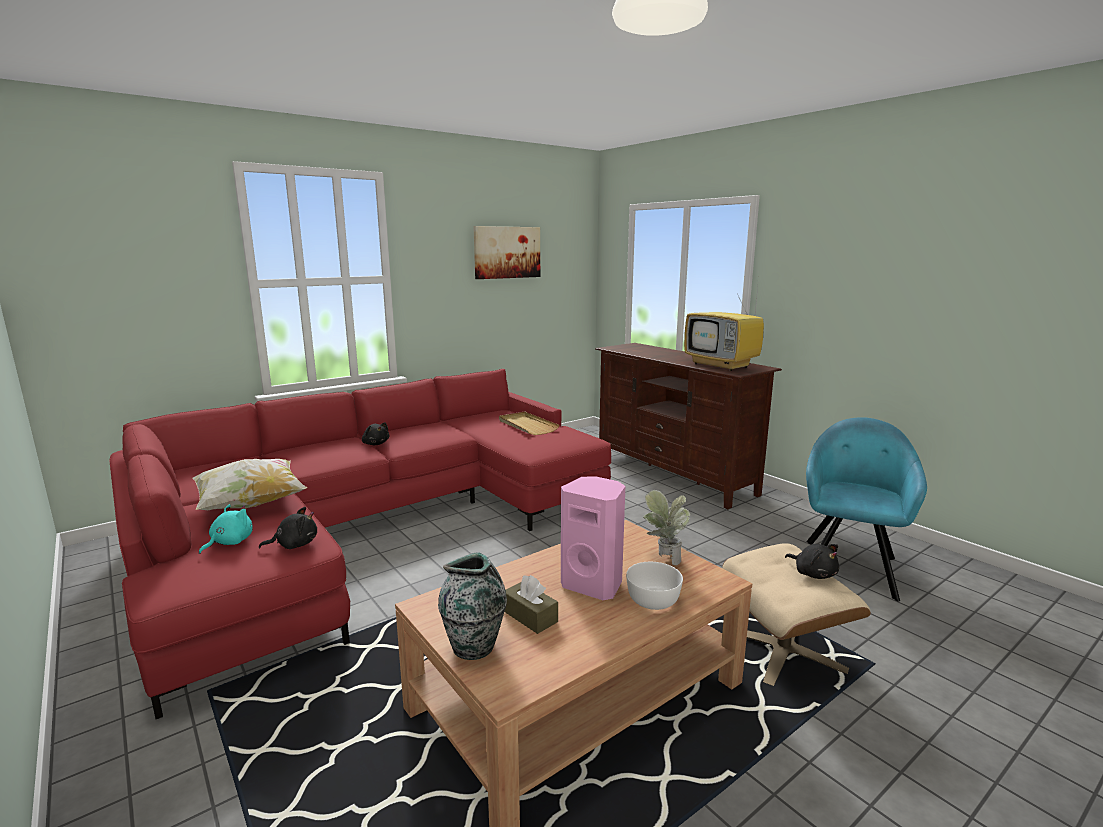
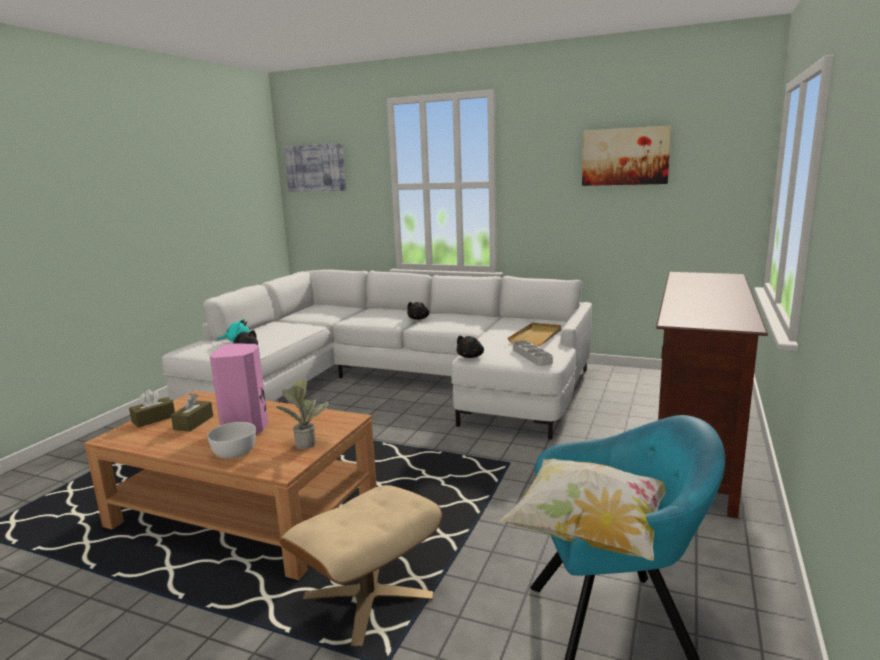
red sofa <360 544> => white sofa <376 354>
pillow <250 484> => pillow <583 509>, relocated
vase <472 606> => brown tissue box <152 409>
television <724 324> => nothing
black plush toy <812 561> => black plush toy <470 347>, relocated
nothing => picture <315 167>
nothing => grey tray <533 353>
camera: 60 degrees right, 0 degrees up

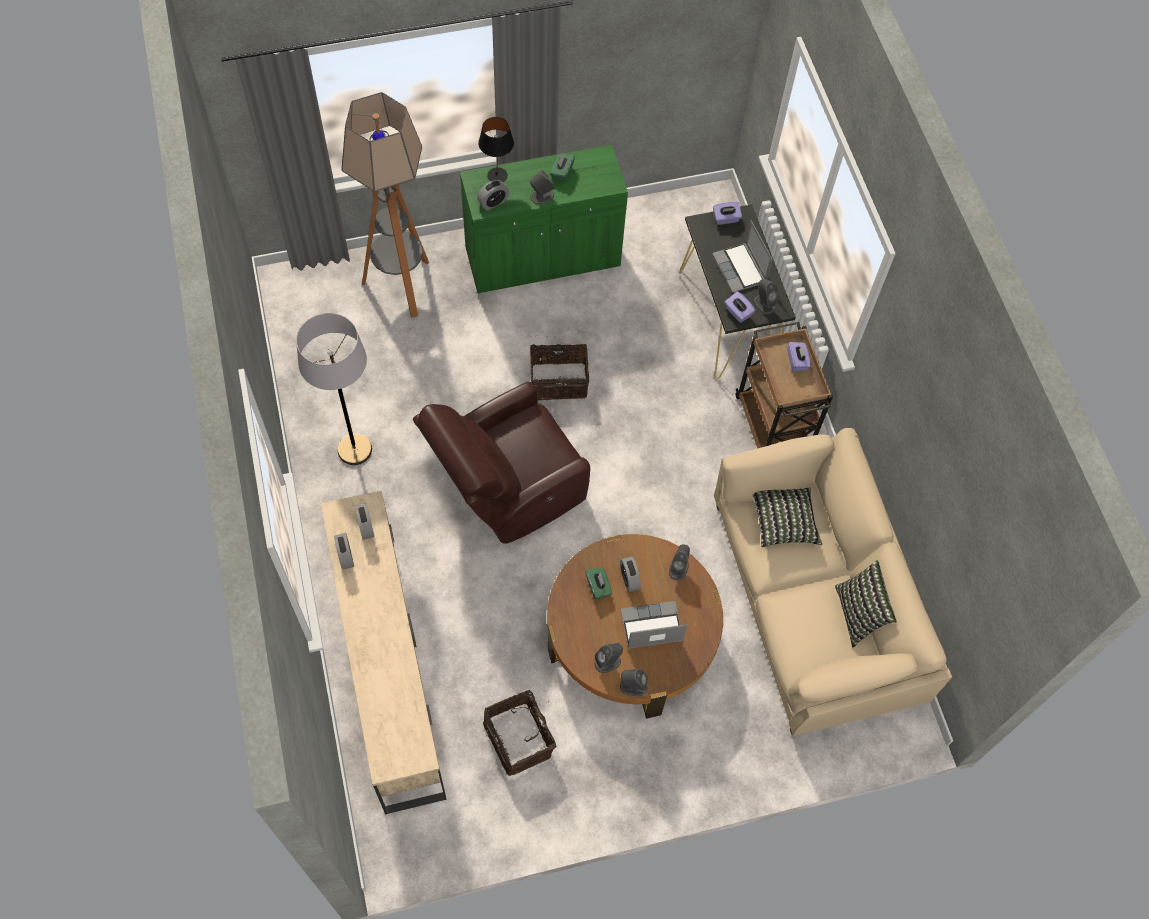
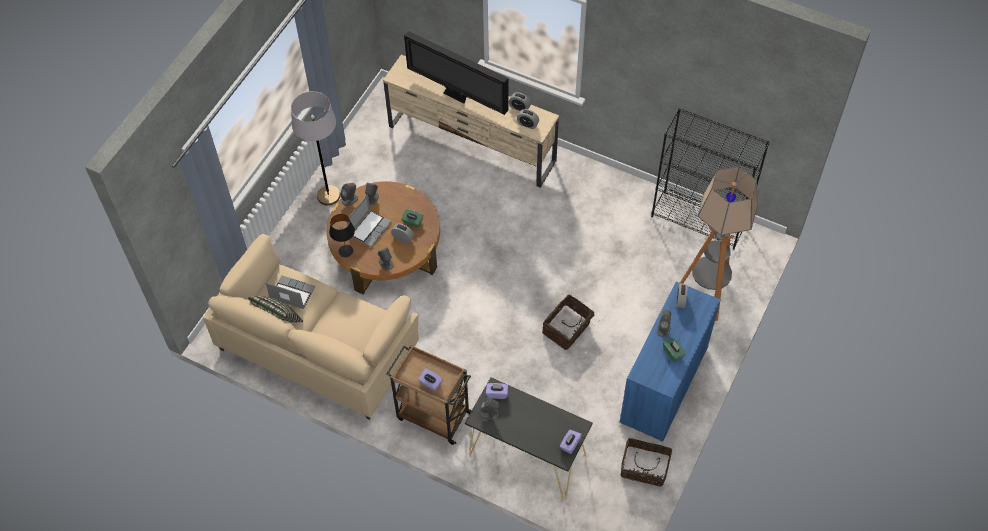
grey floor lamp <334 389> => grey floor lamp <315 148>, relocated
brown armchair <501 463> => nothing
green cabinet <544 219> => blue cabinet <670 361>
black table lamp <496 149> => black table lamp <342 235>, relocated
basket <520 733> => basket <646 463>, relocated
laptop <742 256> => laptop <290 292>, relocated
pillow <787 517> => nothing
nothing => television <456 73>
nothing => black bookcase <710 179>
camera: 135 degrees right, 5 degrees down

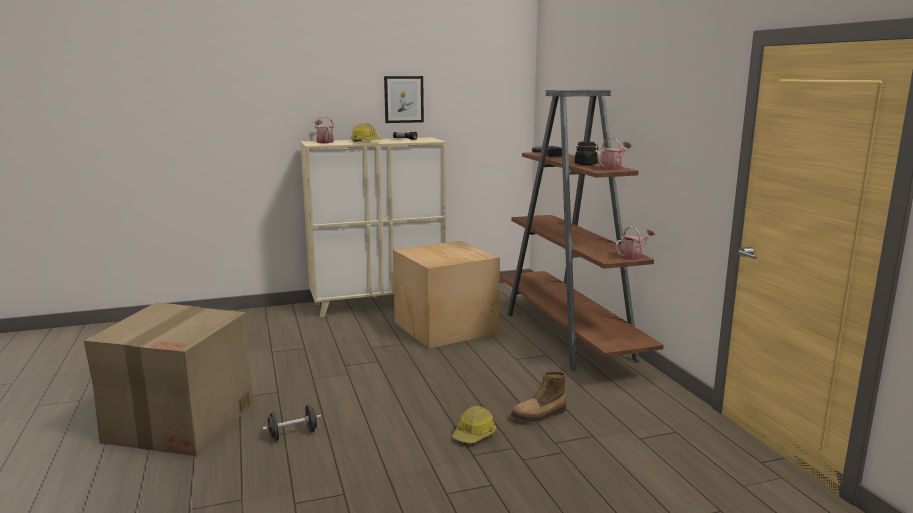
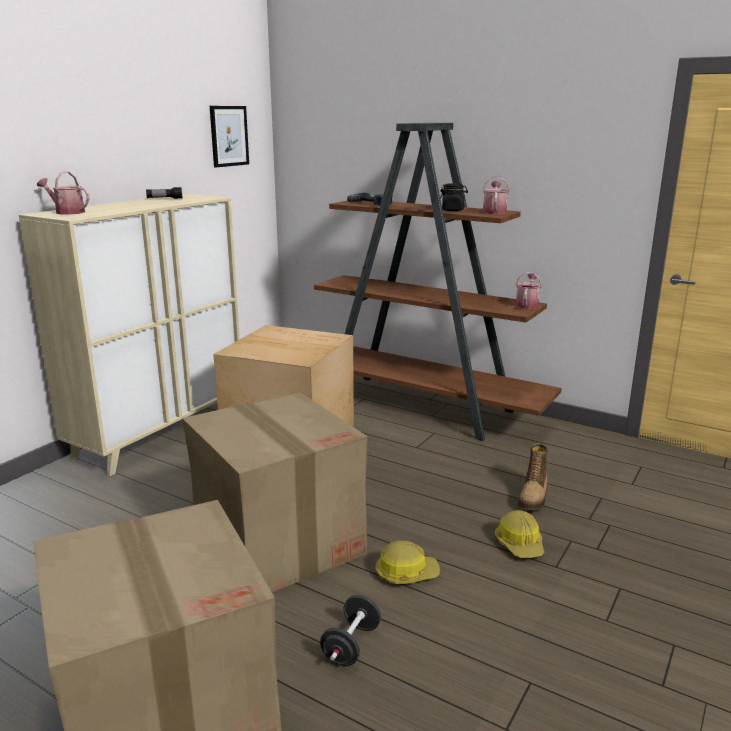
hard hat <366 132> => hard hat <407 562>, relocated
picture <404 99> => picture <229 136>, relocated
nothing => cardboard box <275 492>
camera: 40 degrees left, 5 degrees up

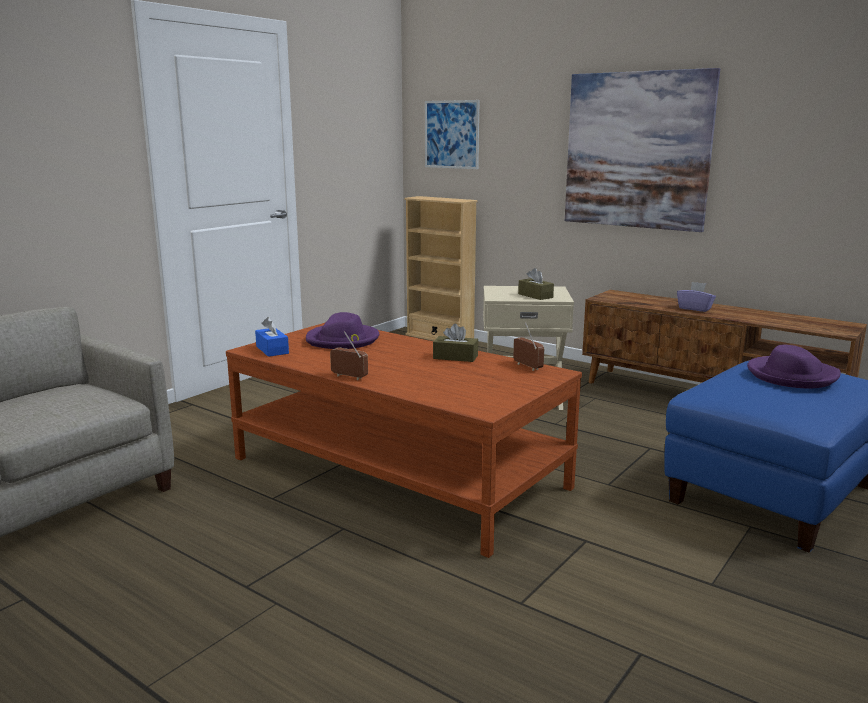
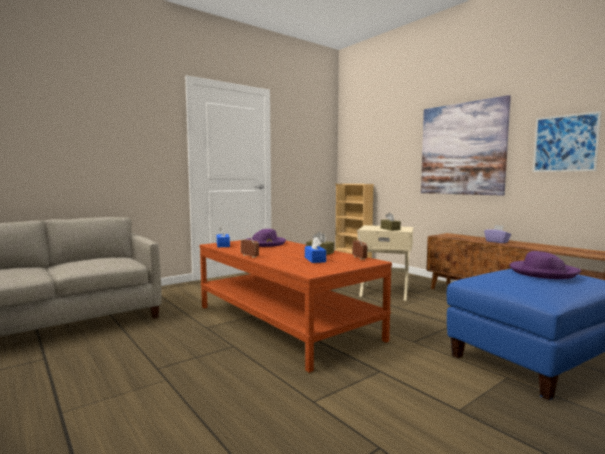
picture <452 134> => picture <567 141>, relocated
nothing => blue tissue box <315 250>
camera: 15 degrees right, 10 degrees down

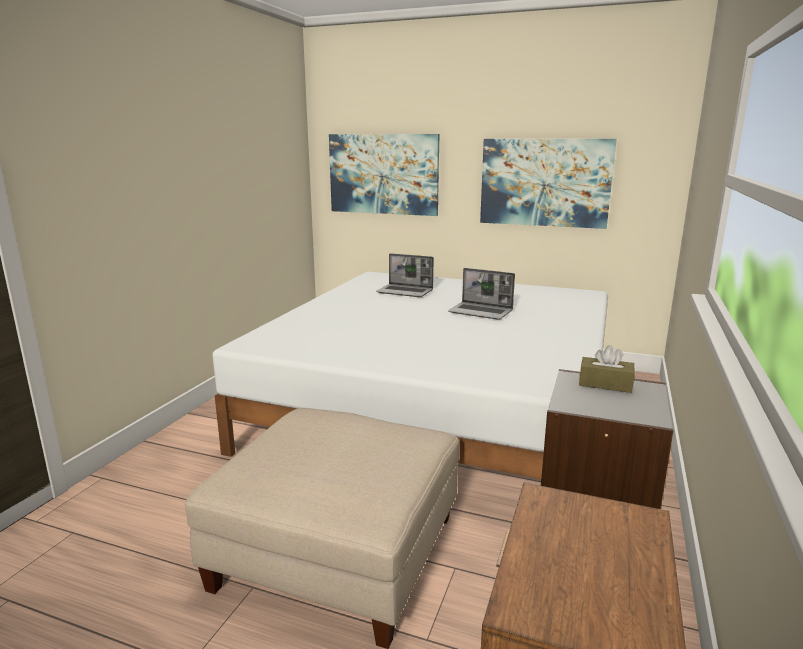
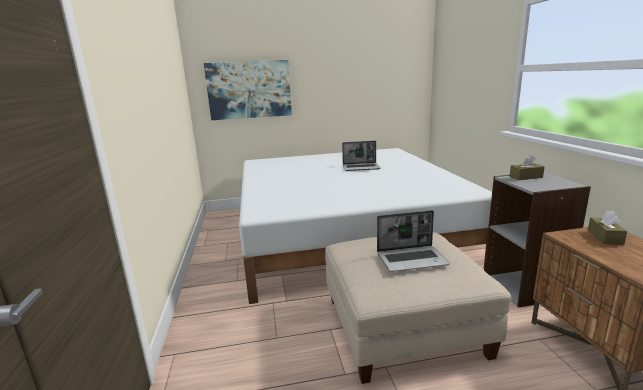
laptop <405 275> => laptop <413 241>, relocated
picture <548 184> => nothing
nothing => brown tissue box <607 228>
camera: 30 degrees left, 0 degrees up

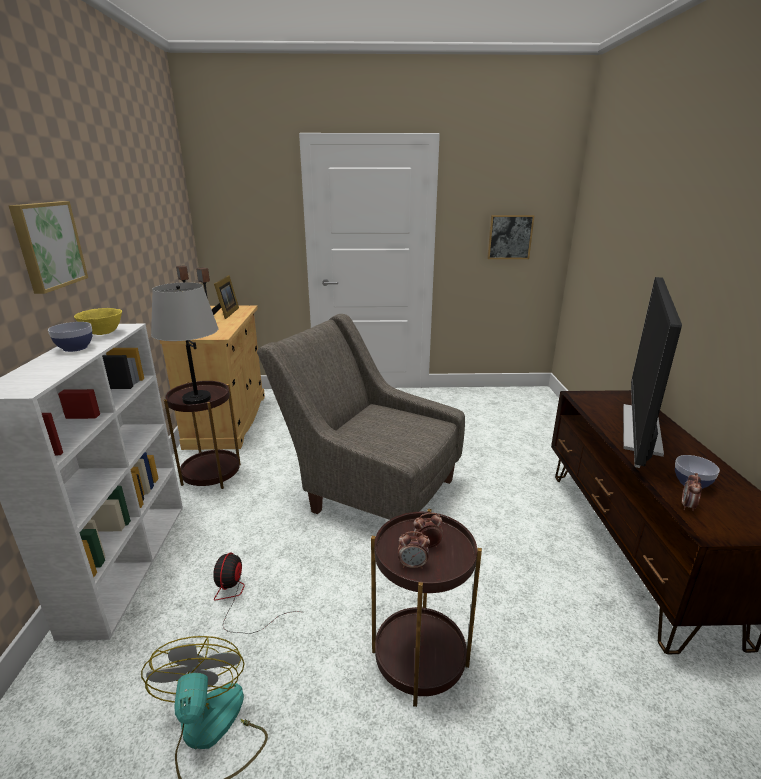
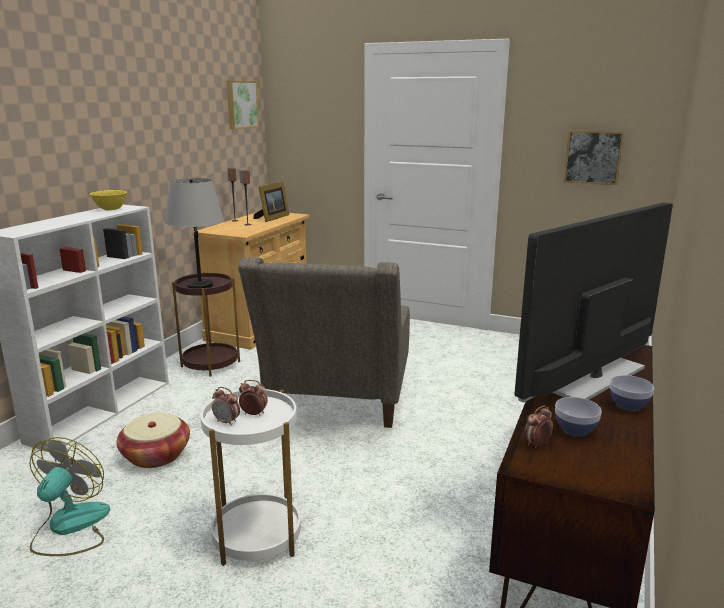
picture <48 247> => picture <242 104>, relocated
bowl <70 337> => bowl <632 393>, relocated
fan <255 593> => basket <153 440>
grey armchair <361 417> => grey armchair <324 342>, 135 degrees counterclockwise
brown side table <426 608> => white side table <250 477>
camera: 25 degrees right, 5 degrees down

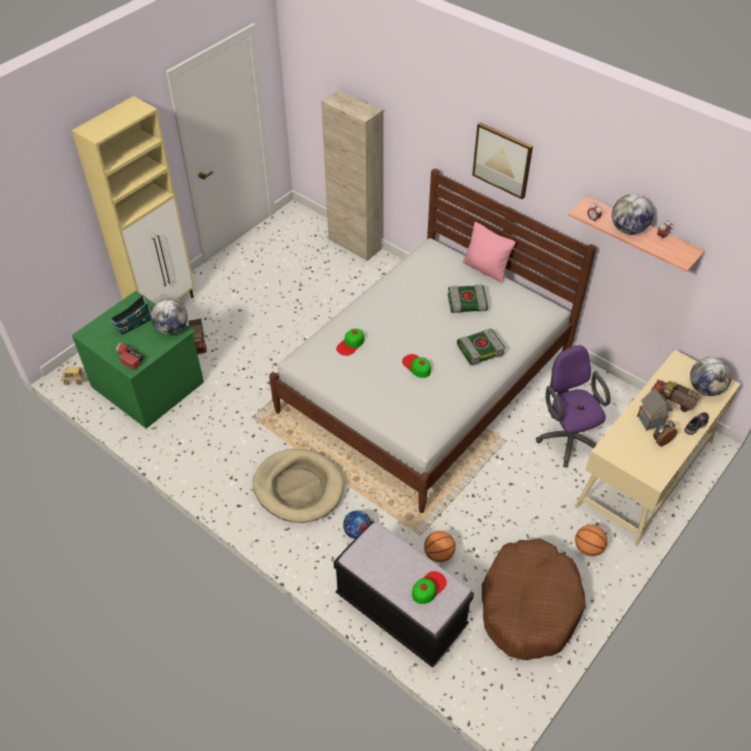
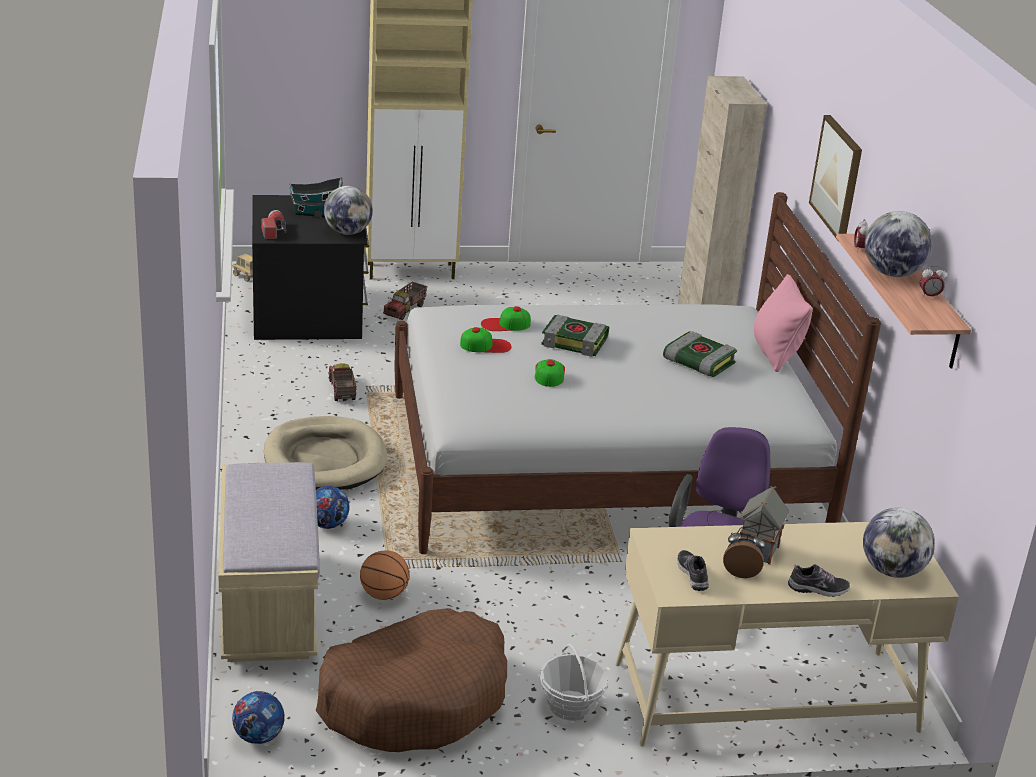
green dresser <138 360> => black dresser <310 267>
black bench <403 594> => beige bench <269 562>
cap <429 587> => cap <486 340>, relocated
book <481 347> => book <575 336>, relocated
basketball <591 540> => basket <574 682>
toy truck <676 396> => toy truck <343 382>, relocated
nothing => football <258 717>
nothing => shoe <693 570>
camera: 40 degrees right, 20 degrees down

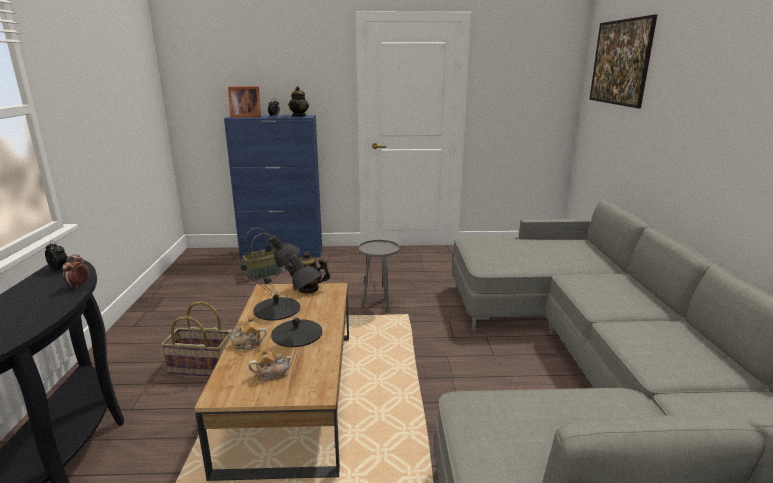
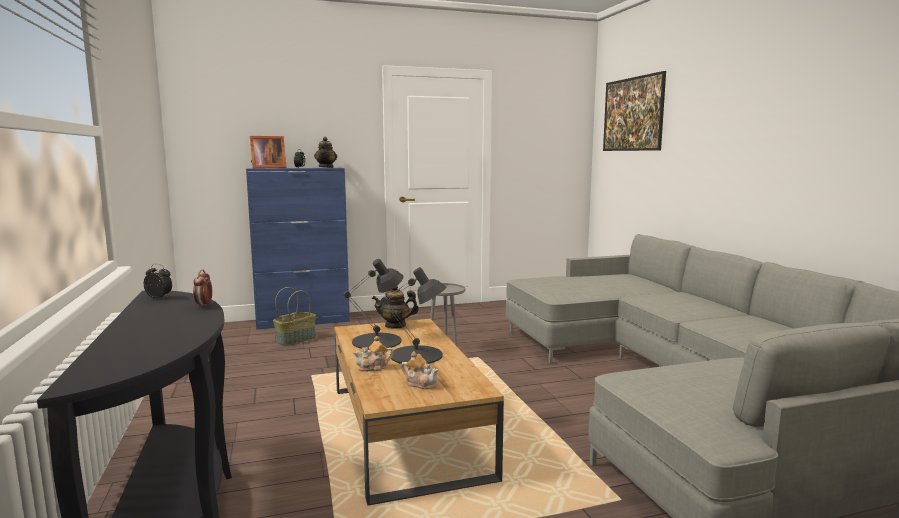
basket <195 339> => nothing
teapot <270 364> => teapot <420 370>, 60 degrees clockwise
camera: 15 degrees left, 10 degrees down

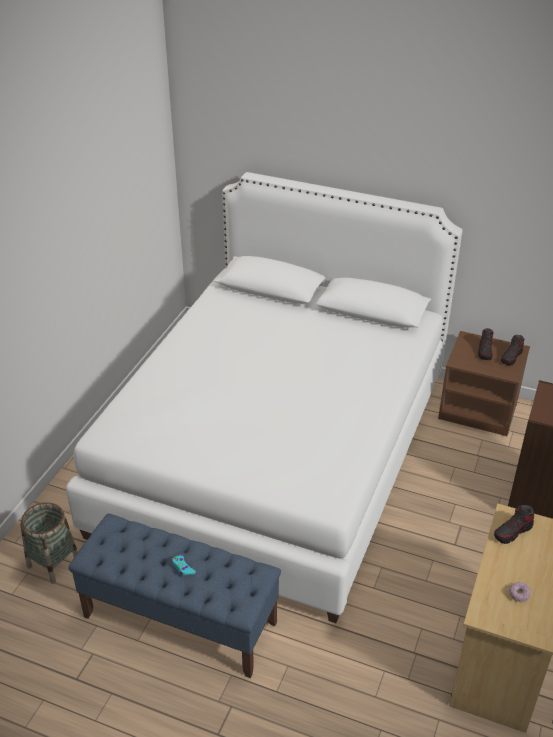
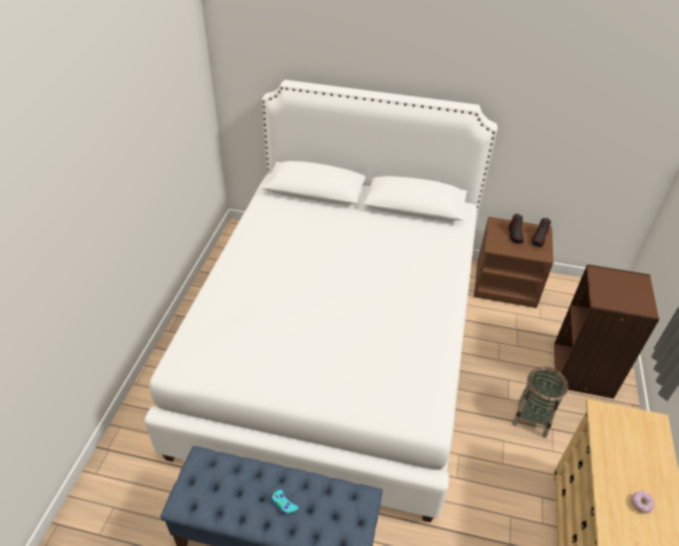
basket <49 543> => basket <540 402>, relocated
shoe <514 524> => nothing
camera: 10 degrees left, 5 degrees up

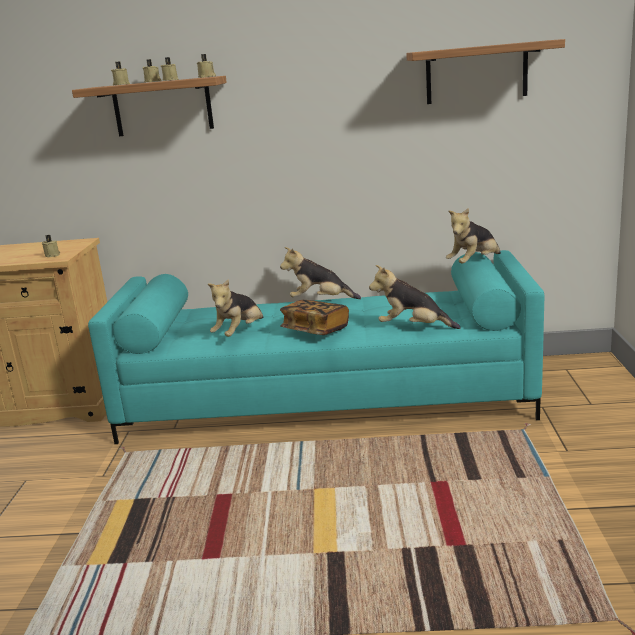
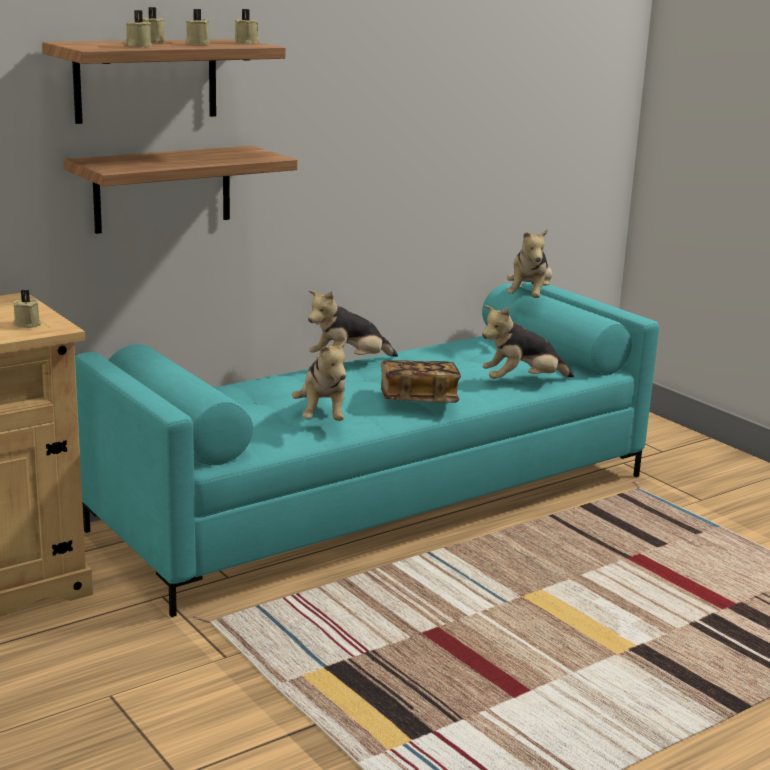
shelf <485 71> => shelf <180 190>, relocated
camera: 40 degrees left, 0 degrees up

